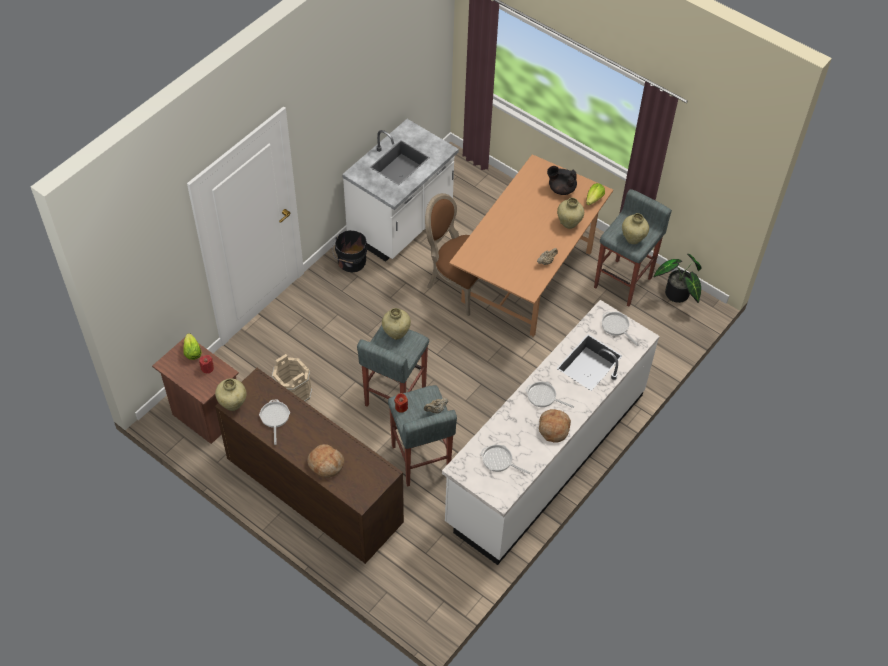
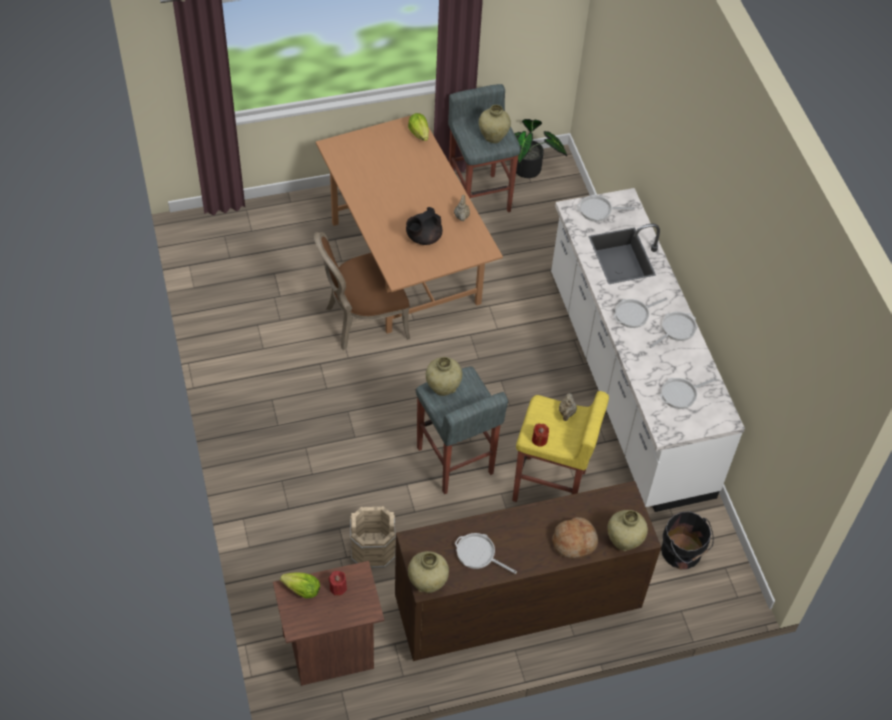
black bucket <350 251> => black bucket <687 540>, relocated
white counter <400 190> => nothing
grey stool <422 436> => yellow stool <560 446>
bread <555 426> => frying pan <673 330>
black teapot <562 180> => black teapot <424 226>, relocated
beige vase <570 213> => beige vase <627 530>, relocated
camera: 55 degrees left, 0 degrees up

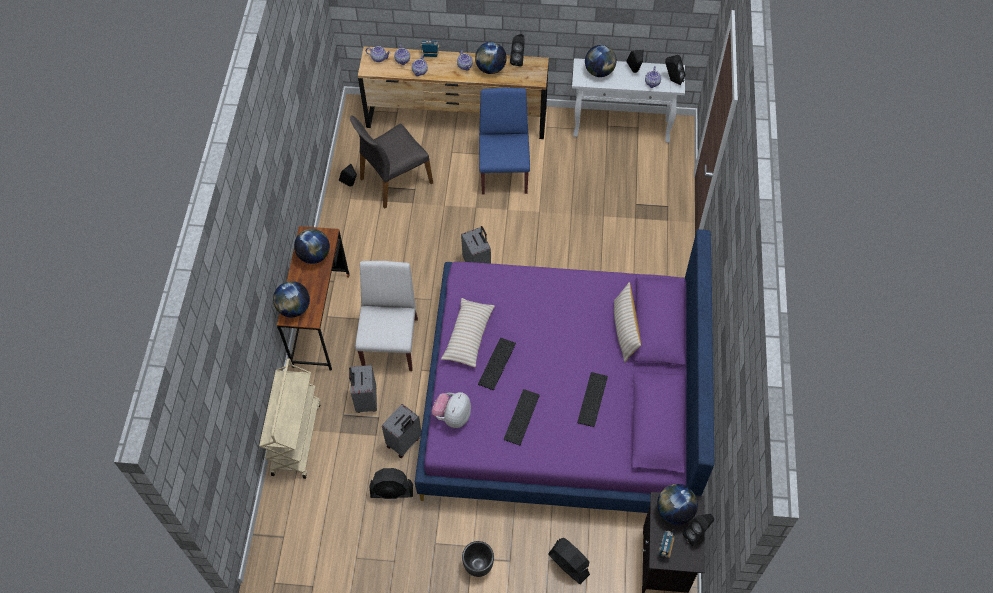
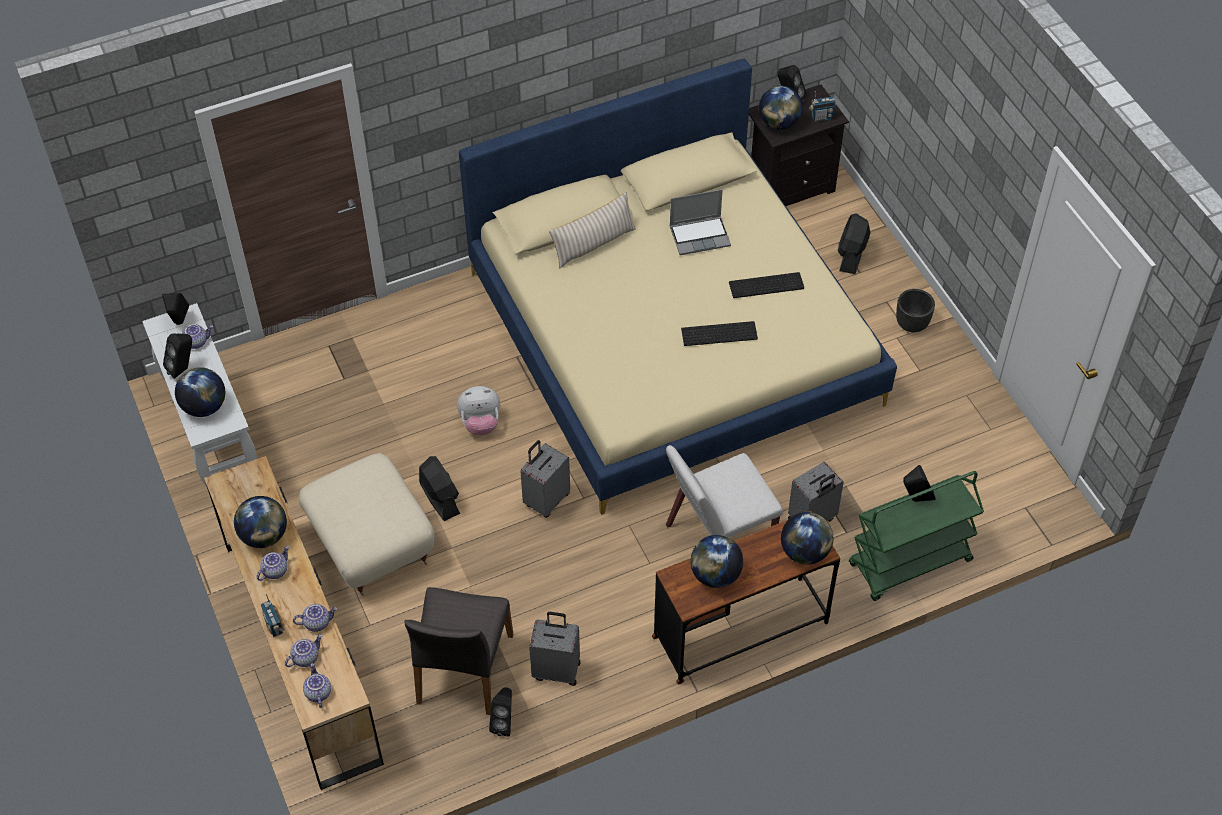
beige cart <290 419> => green cart <916 536>
grey chair <391 162> => grey chair <459 651>, 75 degrees clockwise
black fan <391 483> => black fan <439 488>, relocated
grey suitcase <401 431> => grey suitcase <555 649>, relocated
purple bed <564 371> => beige bed <678 286>
plush toy <451 410> => plush toy <478 410>, relocated
beige pillow <468 332> => nothing
blue chair <504 141> => beige ottoman <367 524>
black speaker <517 50> => black speaker <919 483>, relocated
keyboard <592 399> => laptop <700 222>
camera: 120 degrees left, 5 degrees down

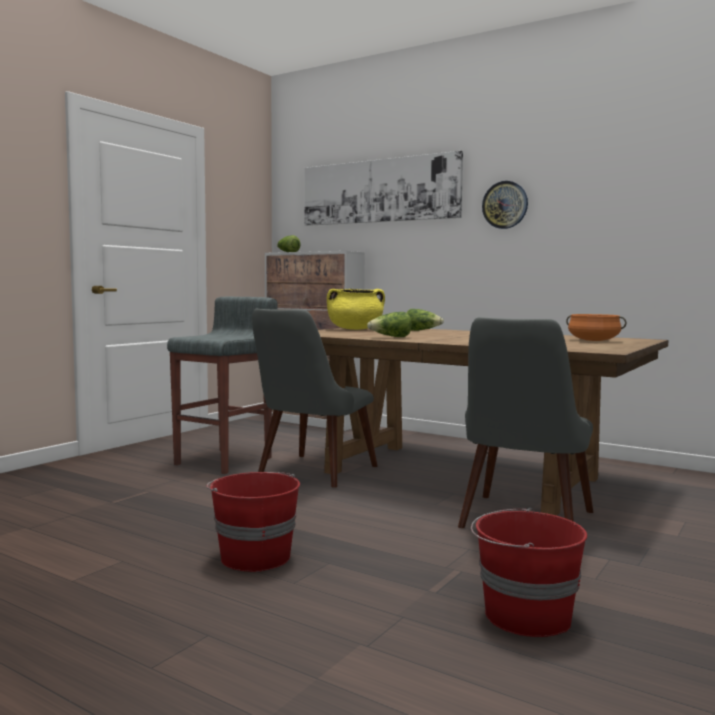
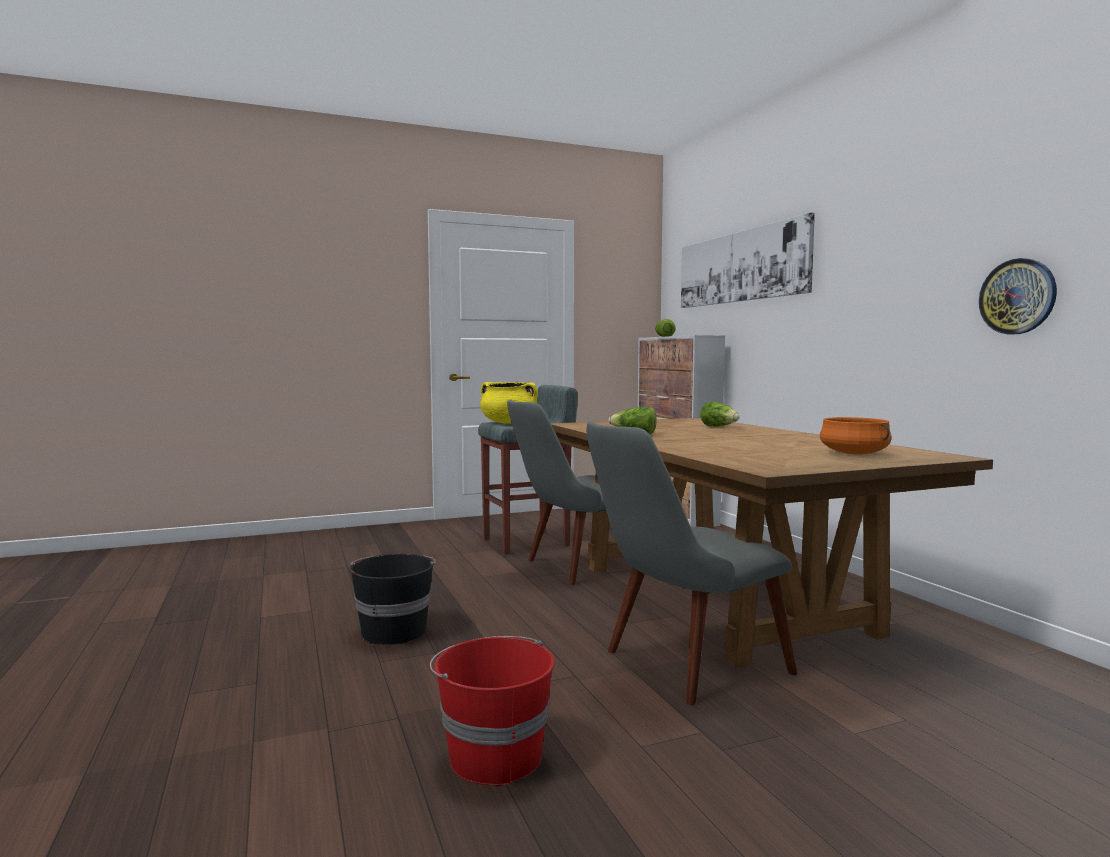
red bucket <253 522> => black bucket <393 599>
yellow cooking pot <356 309> => yellow cooking pot <509 403>, relocated
wall clock <505 205> => wall clock <1018 296>, relocated
camera: 35 degrees right, 0 degrees up

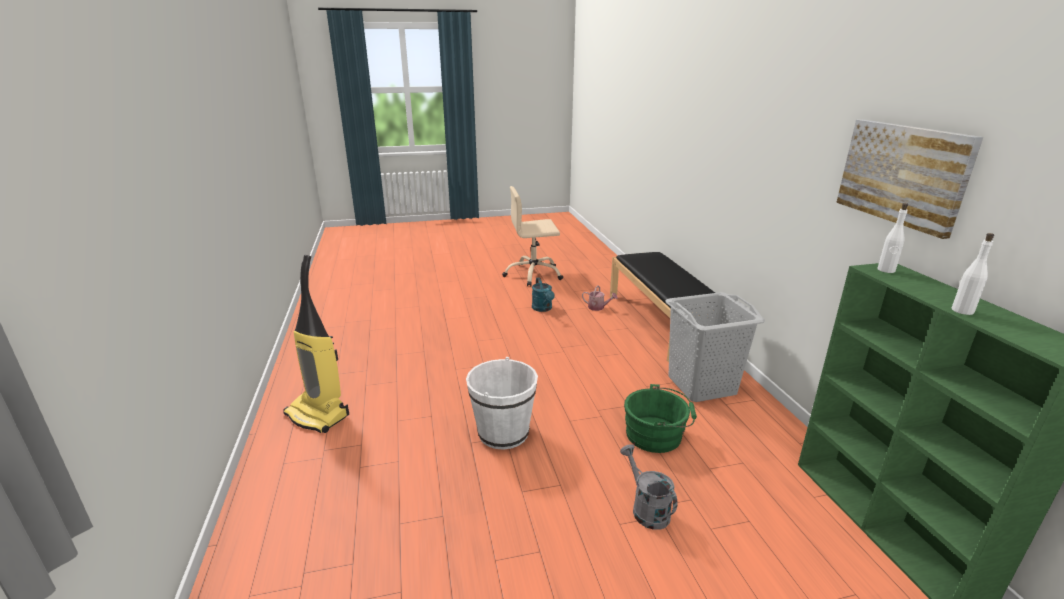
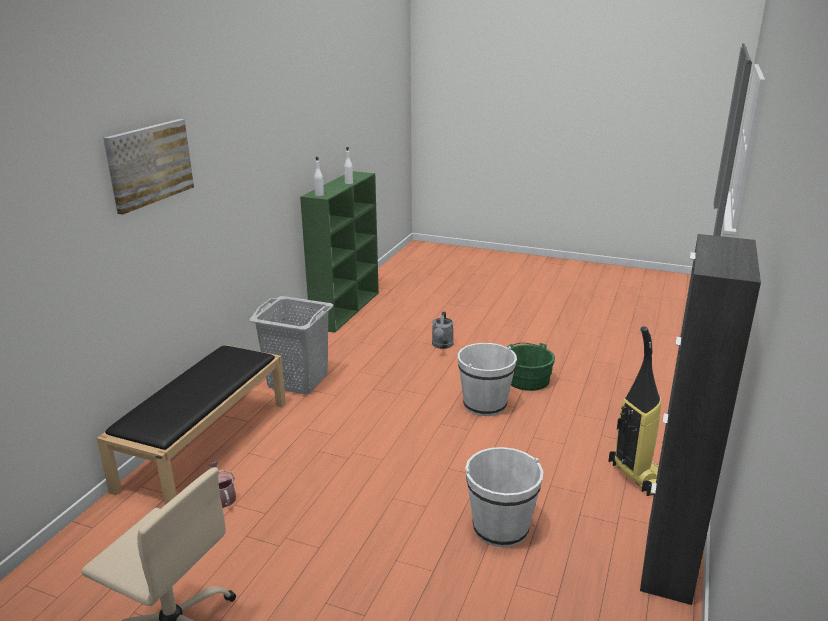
turquoise watering can <543 294> => nothing
green bucket <660 418> => green bucket <531 366>, relocated
picture <909 179> => picture <148 167>, relocated
nothing => white bucket <504 497>
nothing => black cabinet <700 419>
camera: 145 degrees left, 0 degrees up

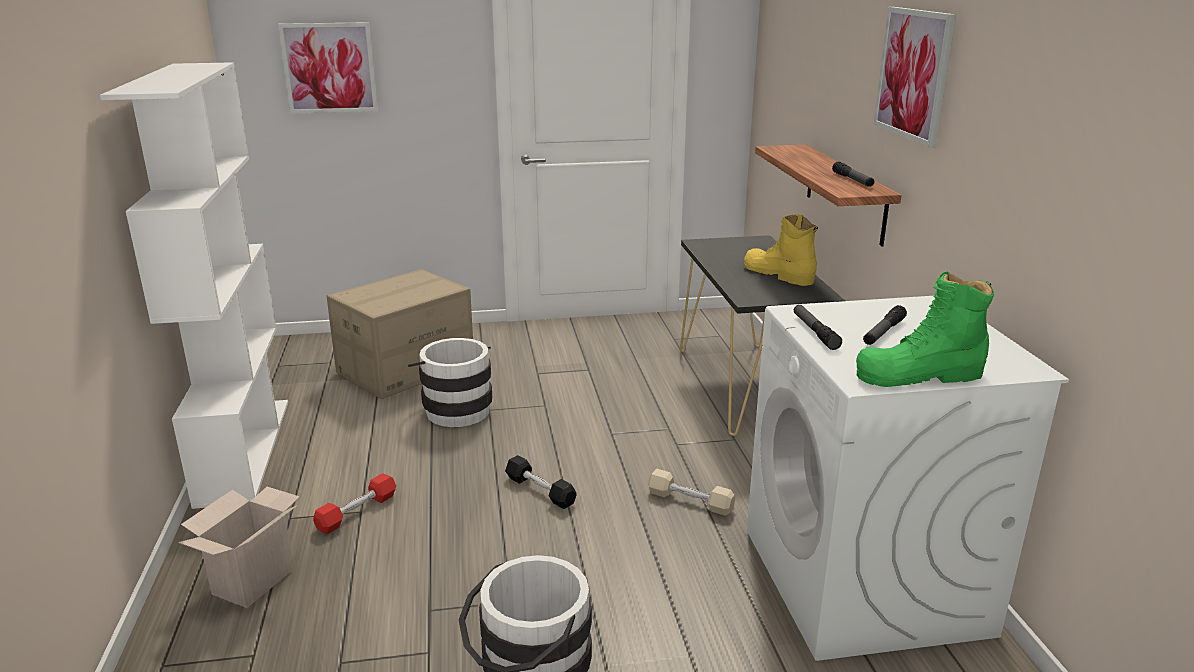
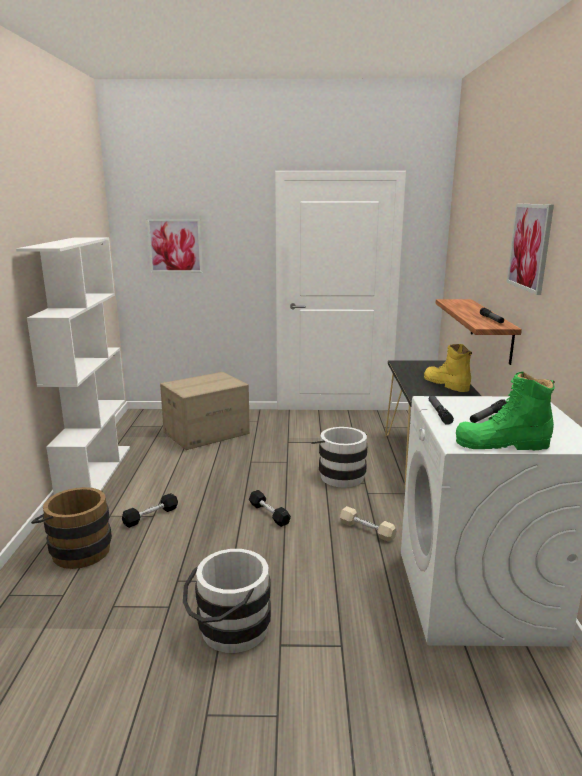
cardboard box <239 547> => brown bucket <71 528>
red dumbbell <354 504> => black dumbbell <150 510>
white bucket <450 382> => white bucket <339 457>, relocated
camera: 10 degrees right, 5 degrees down

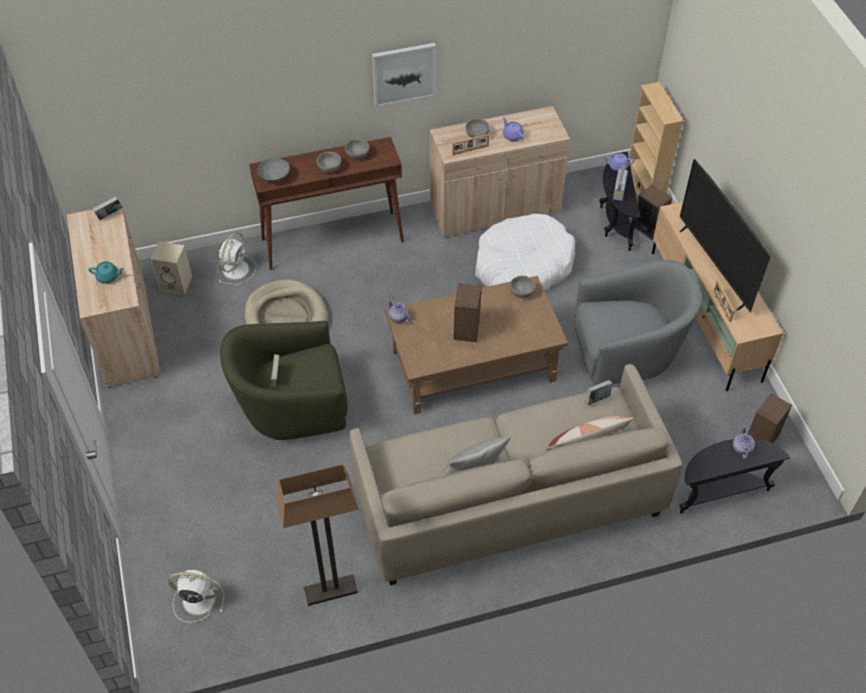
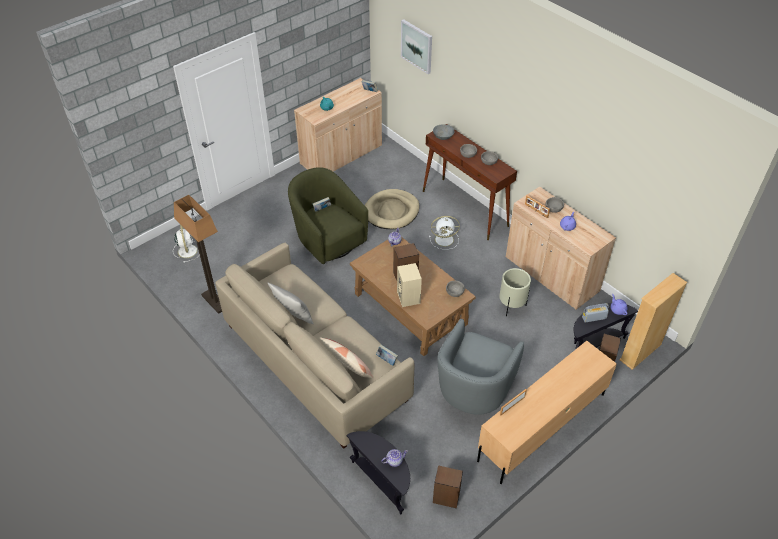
beige speaker <171 268> => beige speaker <409 285>, relocated
white fan <236 258> => white fan <444 232>, relocated
picture <404 75> => picture <416 46>, relocated
white dog bed <525 252> => beige planter <515 292>
grey armchair <638 322> => grey armchair <480 367>, 60 degrees clockwise
television <725 236> => nothing
camera: 65 degrees right, 5 degrees down

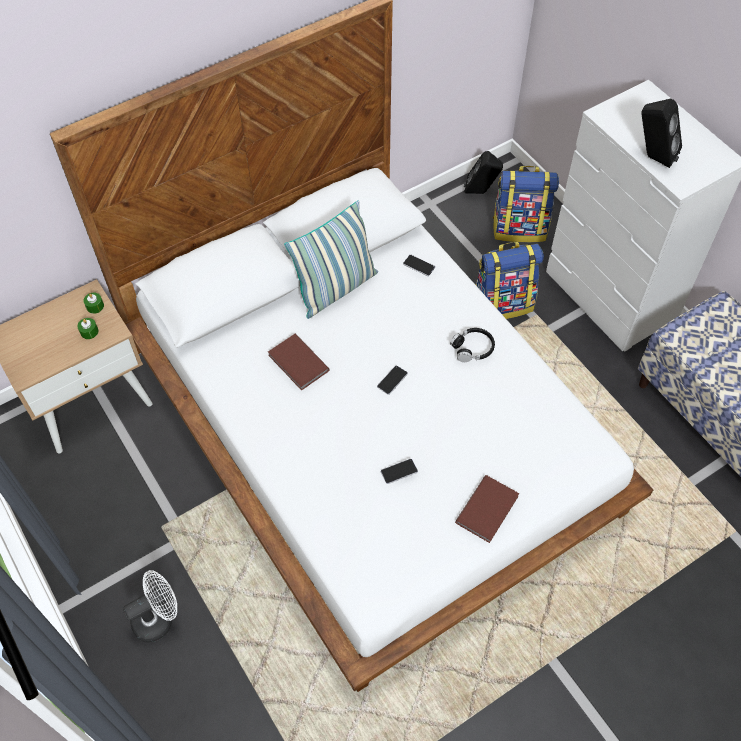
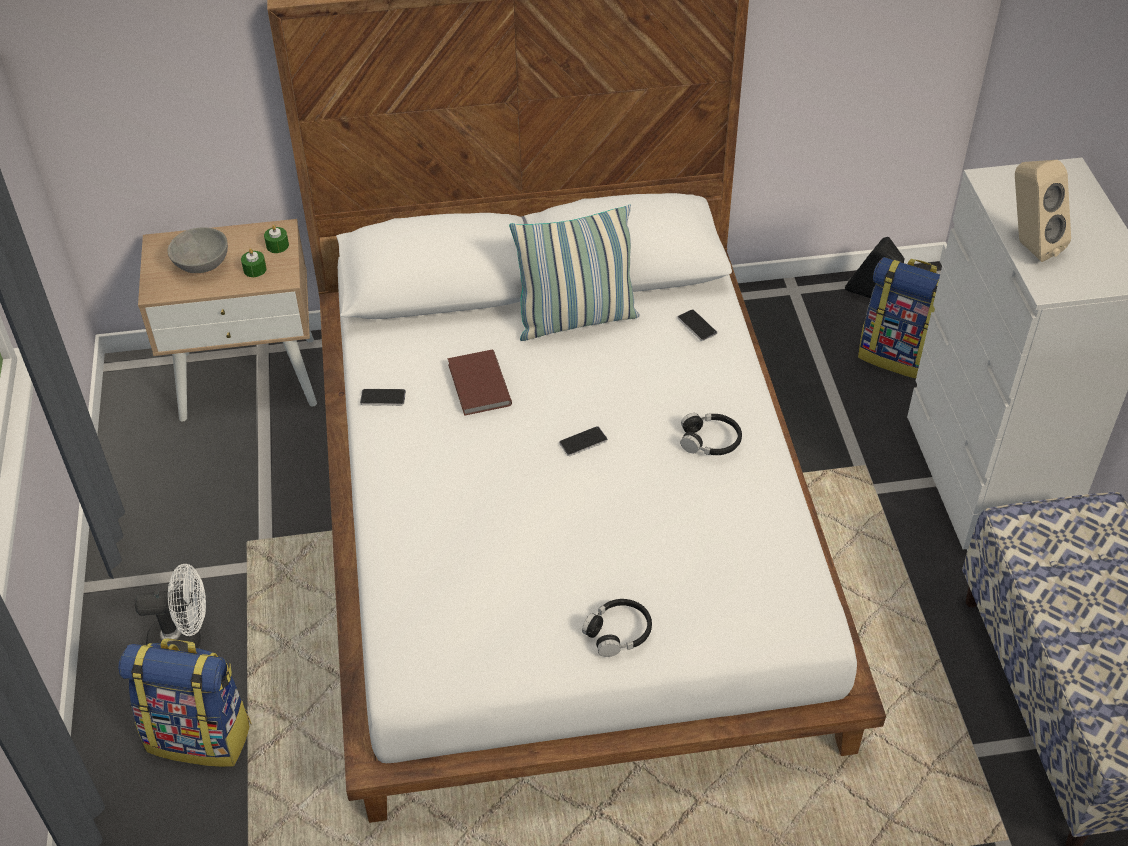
phone <399 471> => phone <383 397>, relocated
brown book <487 509> => black headphones <617 628>
backpack <510 280> => backpack <185 702>, relocated
black speaker <661 133> => beige speaker <1043 211>
nothing => grey bowl <197 250>
camera: 25 degrees right, 10 degrees down

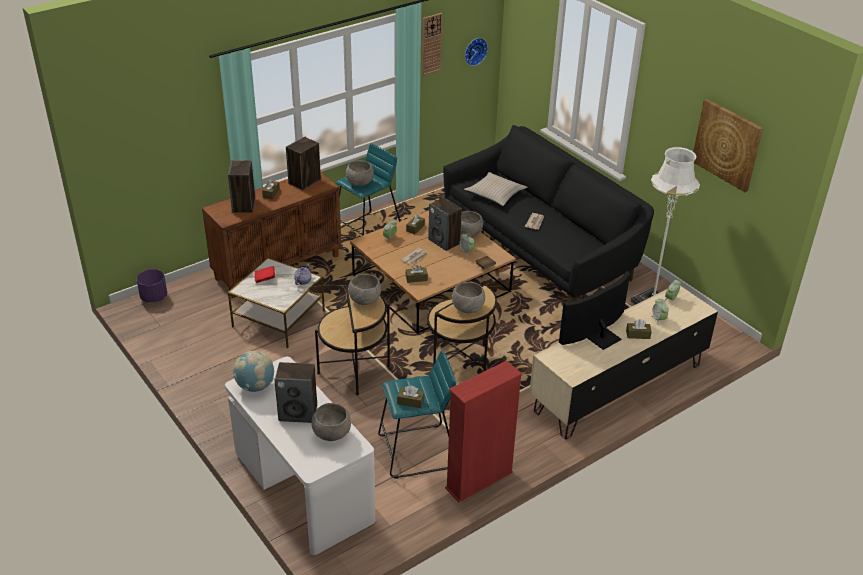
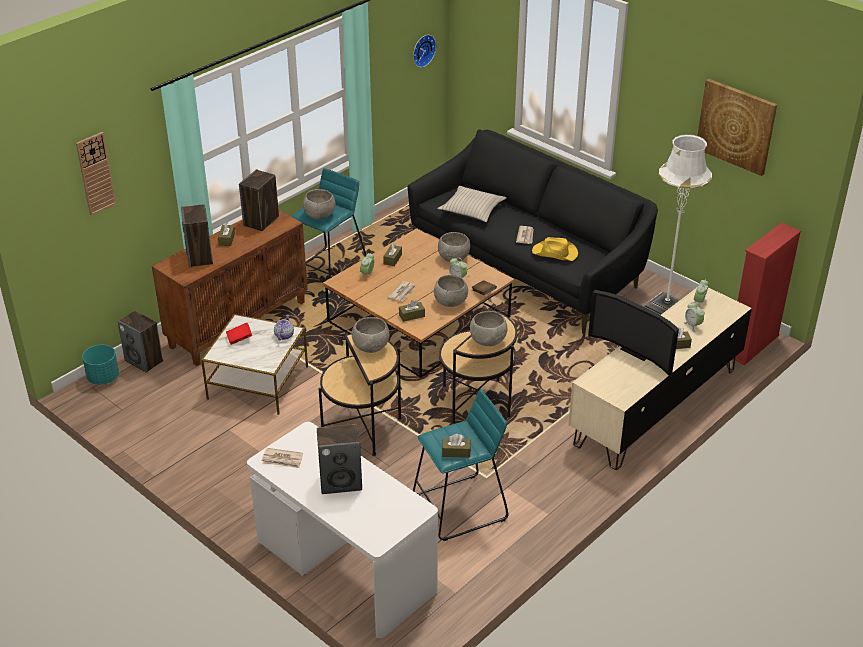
purple planter <151 286> => turquoise planter <100 365>
globe <253 371> => newspaper <282 458>
grey bowl <331 422> => grey bowl <451 291>, relocated
wall clock <432 44> => wall clock <96 174>, relocated
speaker <445 224> => speaker <140 342>, relocated
red bookcase <483 431> => red bookcase <767 294>, relocated
television <594 310> => television <633 333>, 90 degrees counterclockwise
nothing => yellow hat <555 249>
camera: 10 degrees left, 0 degrees up

